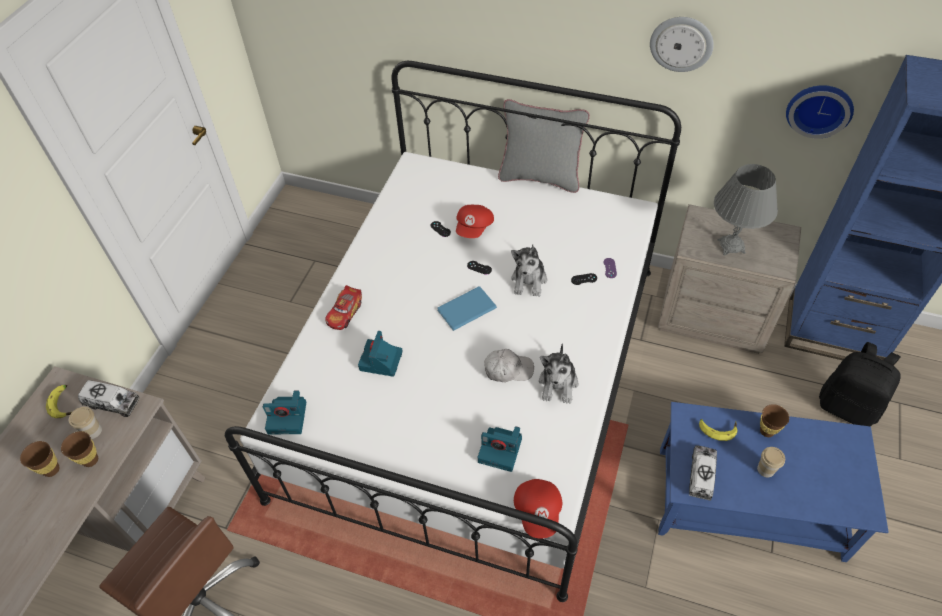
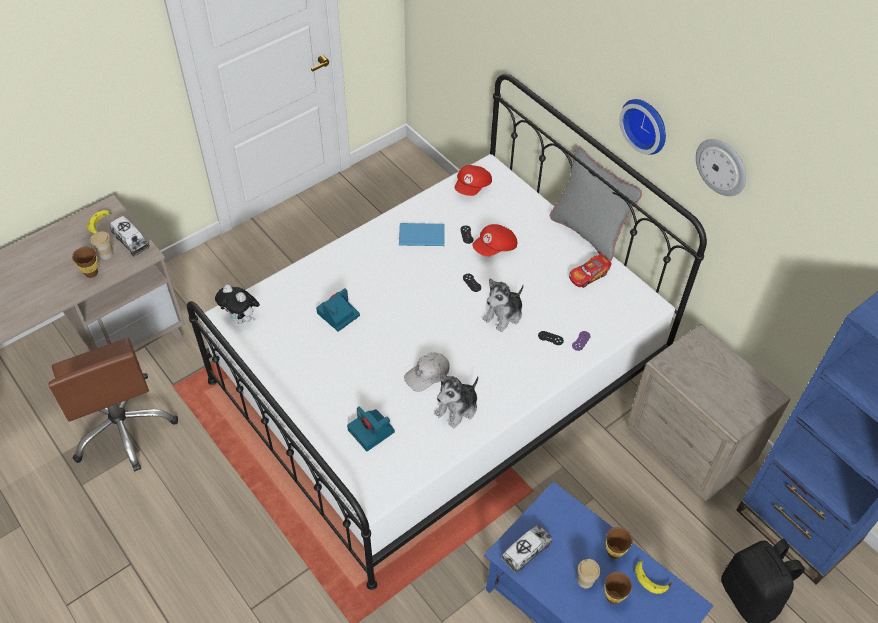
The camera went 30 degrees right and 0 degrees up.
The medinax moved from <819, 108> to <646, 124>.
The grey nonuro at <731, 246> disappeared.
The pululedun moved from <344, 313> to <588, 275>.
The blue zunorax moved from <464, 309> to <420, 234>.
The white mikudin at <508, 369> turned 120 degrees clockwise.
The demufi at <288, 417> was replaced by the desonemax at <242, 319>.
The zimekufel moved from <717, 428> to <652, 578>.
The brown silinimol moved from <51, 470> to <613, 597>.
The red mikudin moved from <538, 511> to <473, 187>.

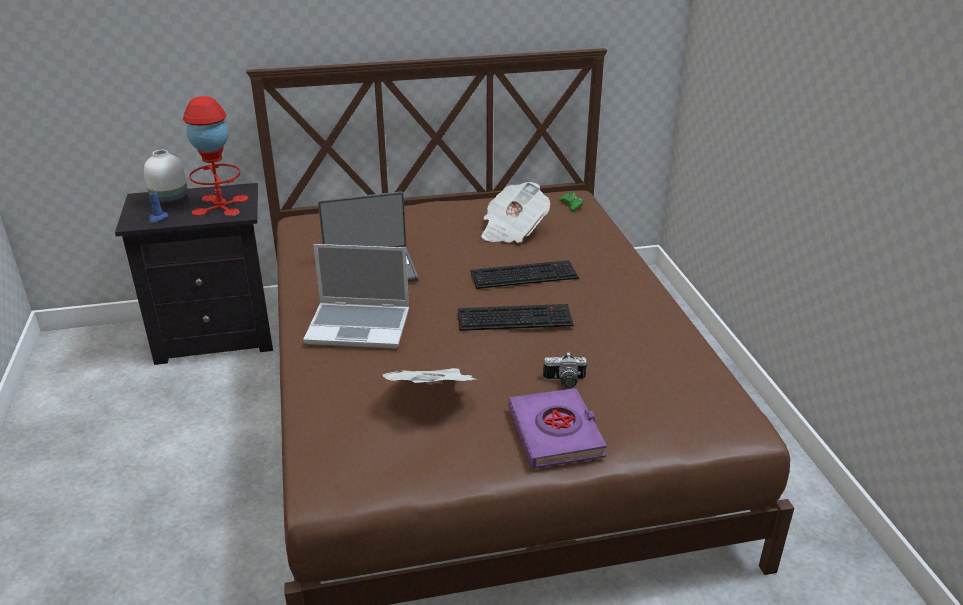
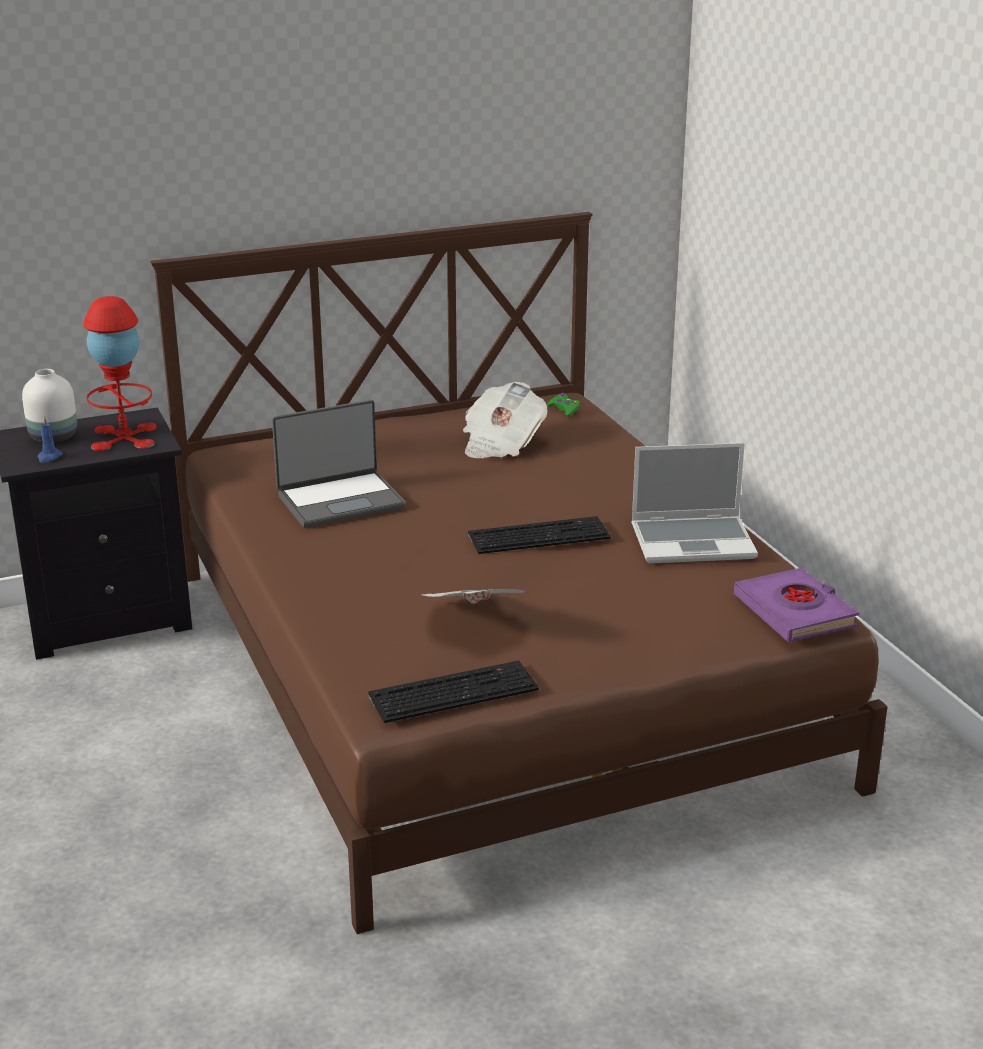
The camera went 10 degrees left and 5 degrees down.
The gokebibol moved from <360, 326> to <694, 541>.
The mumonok moved from <524, 274> to <454, 691>.
The demufi at <564, 382> disappeared.
The purple zunorax moved from <556, 433> to <795, 612>.

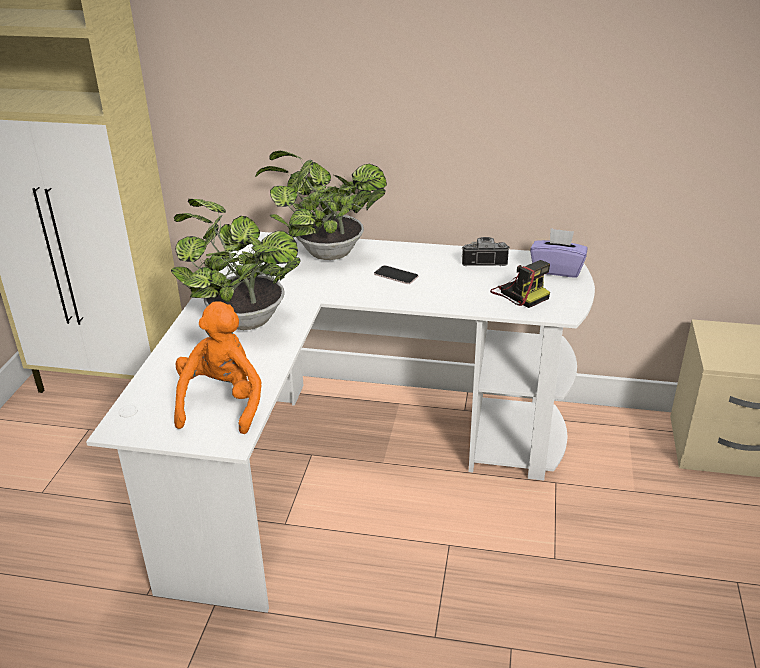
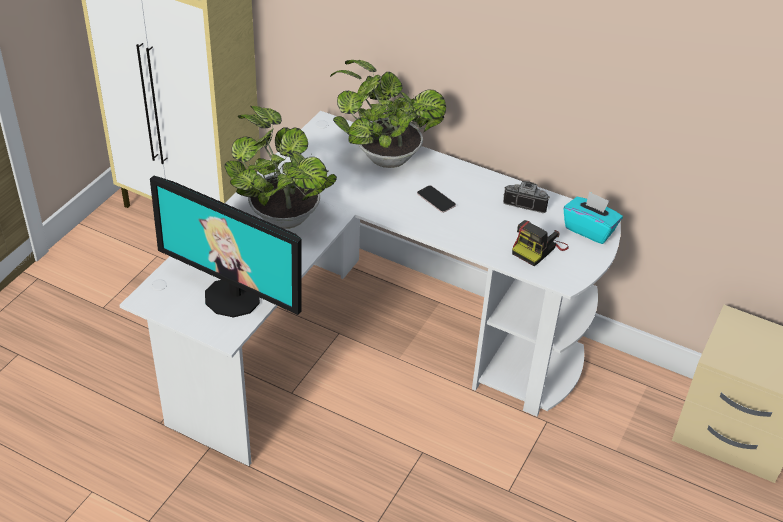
The camera went 15 degrees right and 10 degrees up.
The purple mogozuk at <557, 269> became the turquoise mogozuk at <589, 229>.
The demufi at <519, 293> turned 60 degrees clockwise.
The orange desonemax at <222, 403> was replaced by the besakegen at <233, 297>.

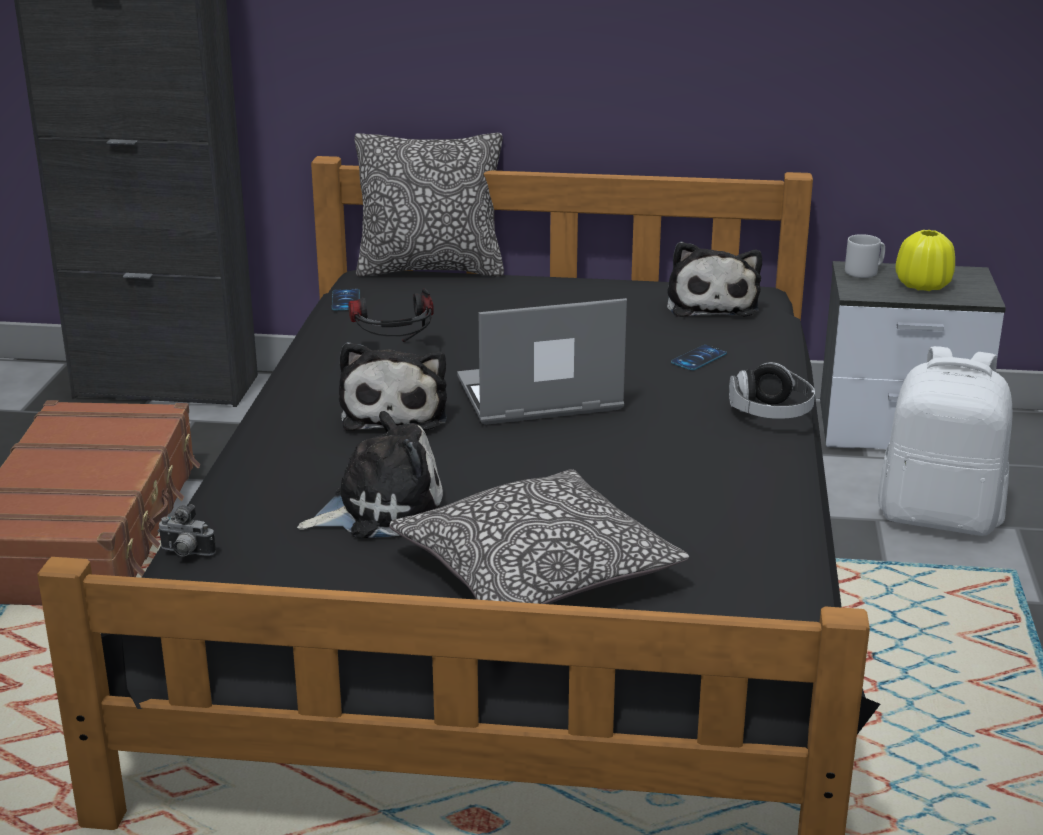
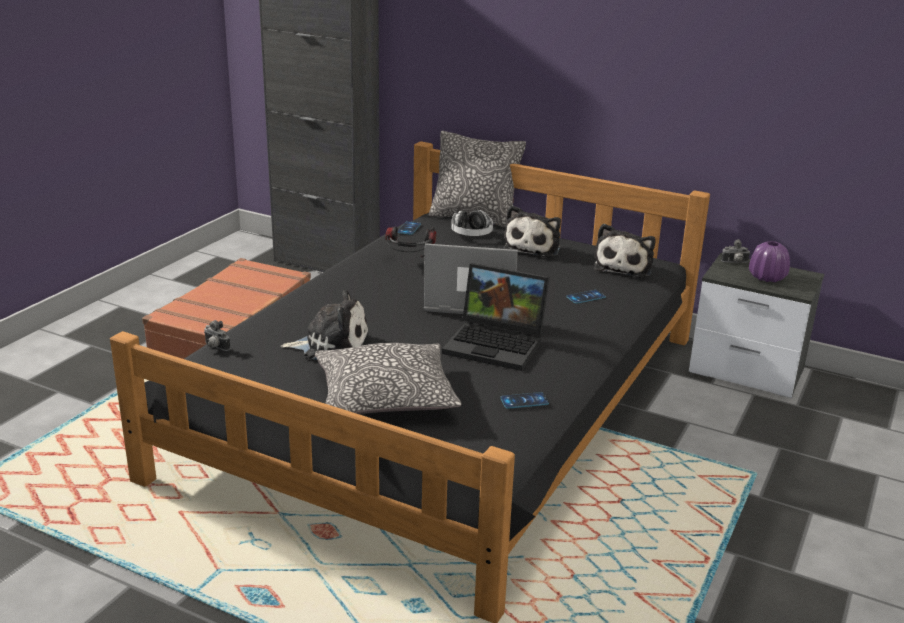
The camera went 20 degrees right and 0 degrees up.
The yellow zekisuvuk at <922, 285> became the purple zekisuvuk at <767, 277>.
The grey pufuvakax at <864, 272> was replaced by the demufi at <735, 263>.
The desonemax moved from <395, 412> to <533, 247>.
The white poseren at <940, 516> disappeared.
The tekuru moved from <770, 413> to <471, 235>.
The gokebibol at <497, 344> appeared.
The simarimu at <524, 401> appeared.

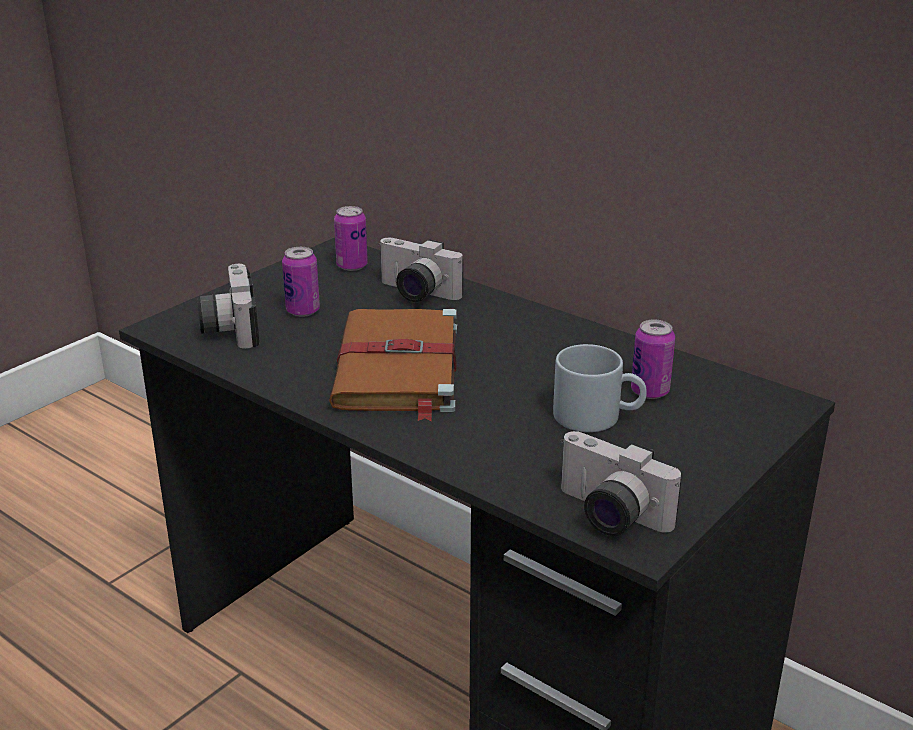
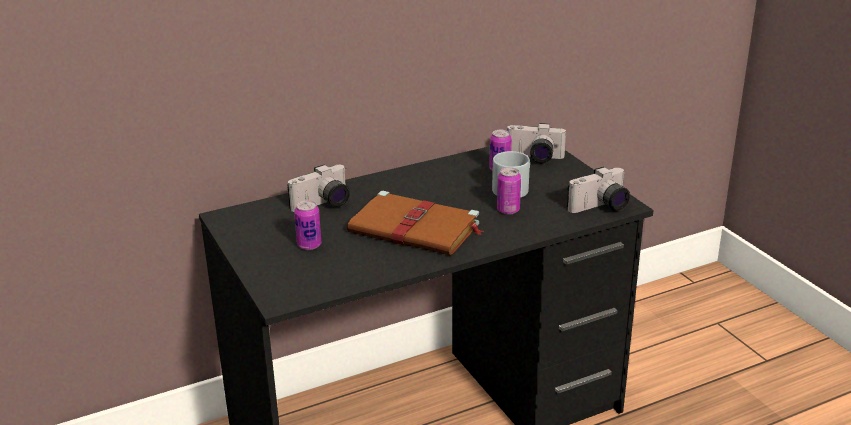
The camera went 65 degrees left and 0 degrees up.
The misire moved from <352, 266> to <508, 210>.
The demufi moved from <229, 327> to <534, 158>.

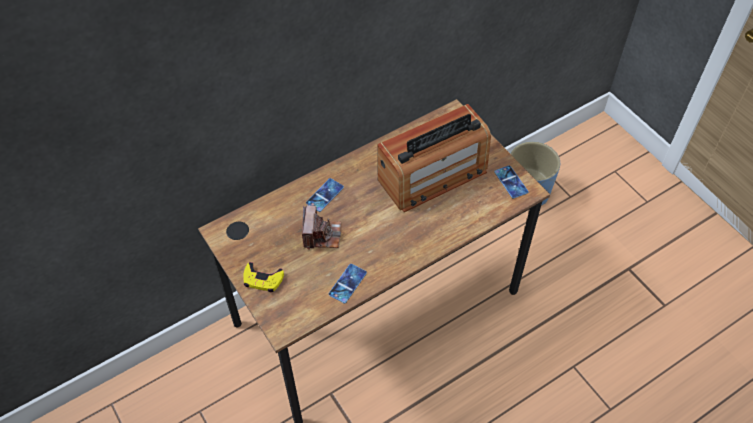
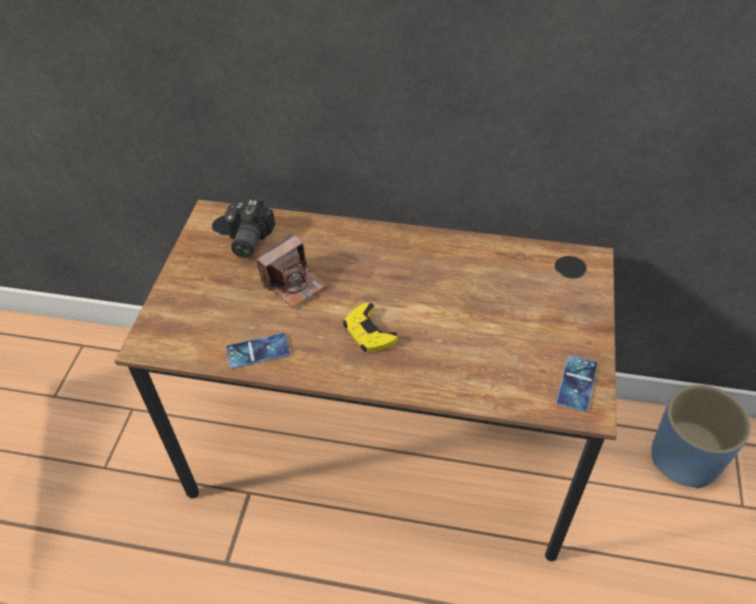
The camera went 45 degrees right and 5 degrees down.
The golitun at <432, 175> disappeared.
The simarimu at <325, 195> disappeared.
The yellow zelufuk moved from <262, 279> to <369, 332>.
The demufi at <246, 240> appeared.

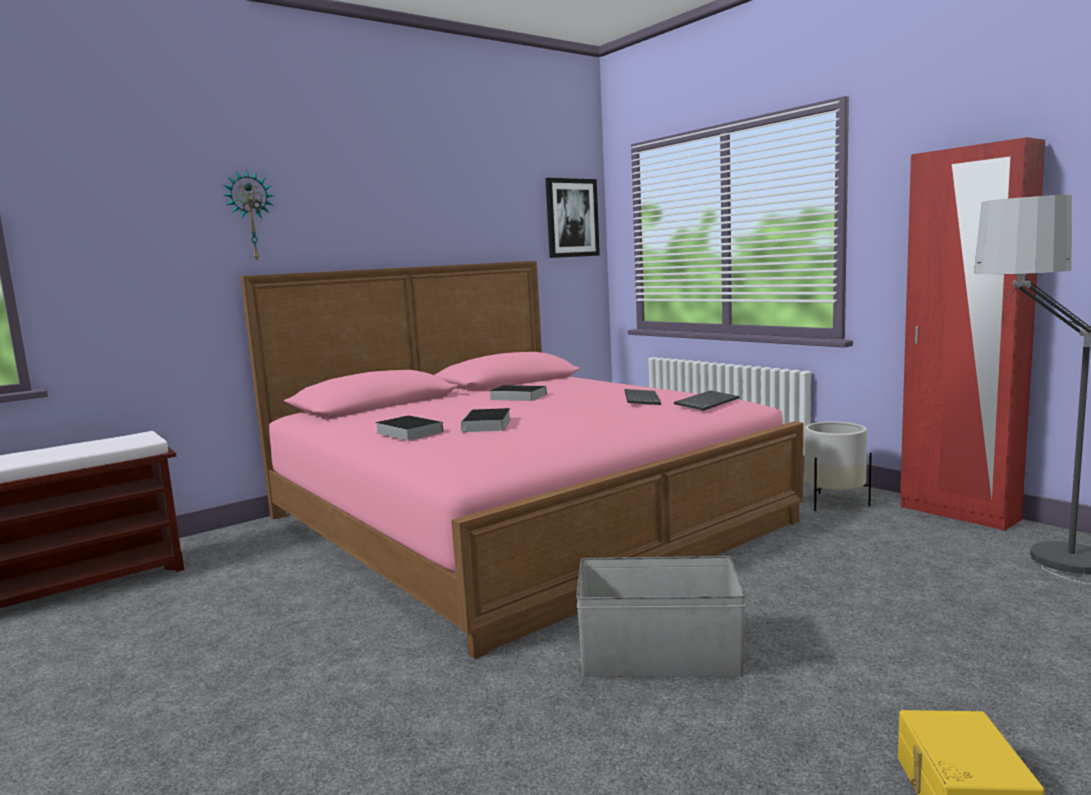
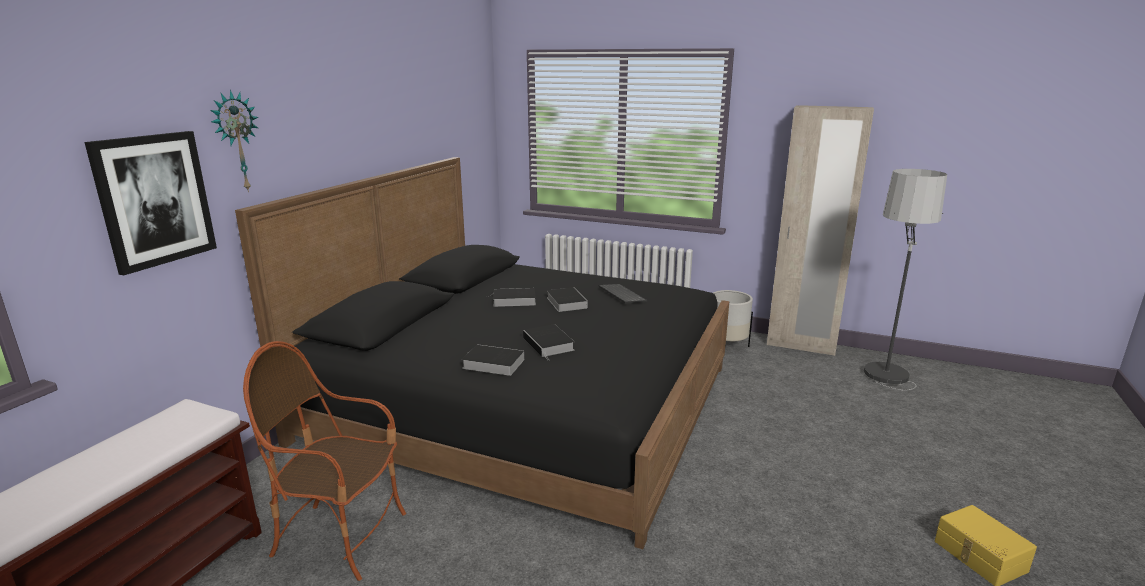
The camera went 30 degrees left and 10 degrees up.
The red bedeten at <958, 513> became the beige bedeten at <801, 345>.
The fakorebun moved from <572, 218> to <154, 200>.
The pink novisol at <518, 518> became the black novisol at <525, 402>.
The mumonok at <706, 402> disappeared.
The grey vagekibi at <660, 657> disappeared.
The zunorax at <566, 302> appeared.
The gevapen at <341, 537> appeared.

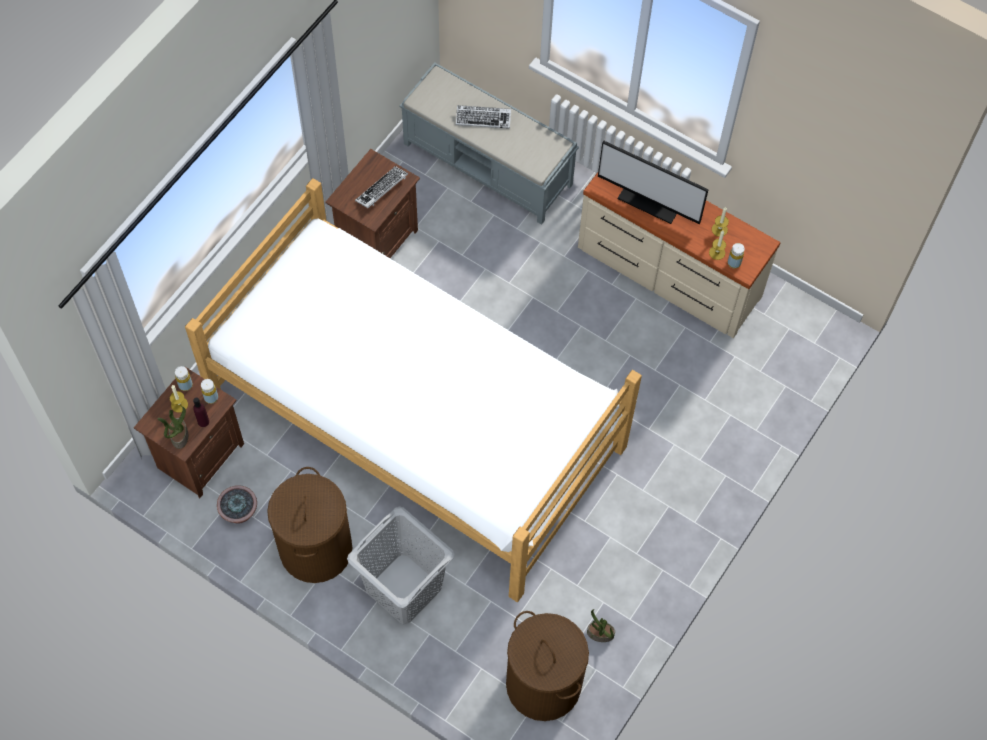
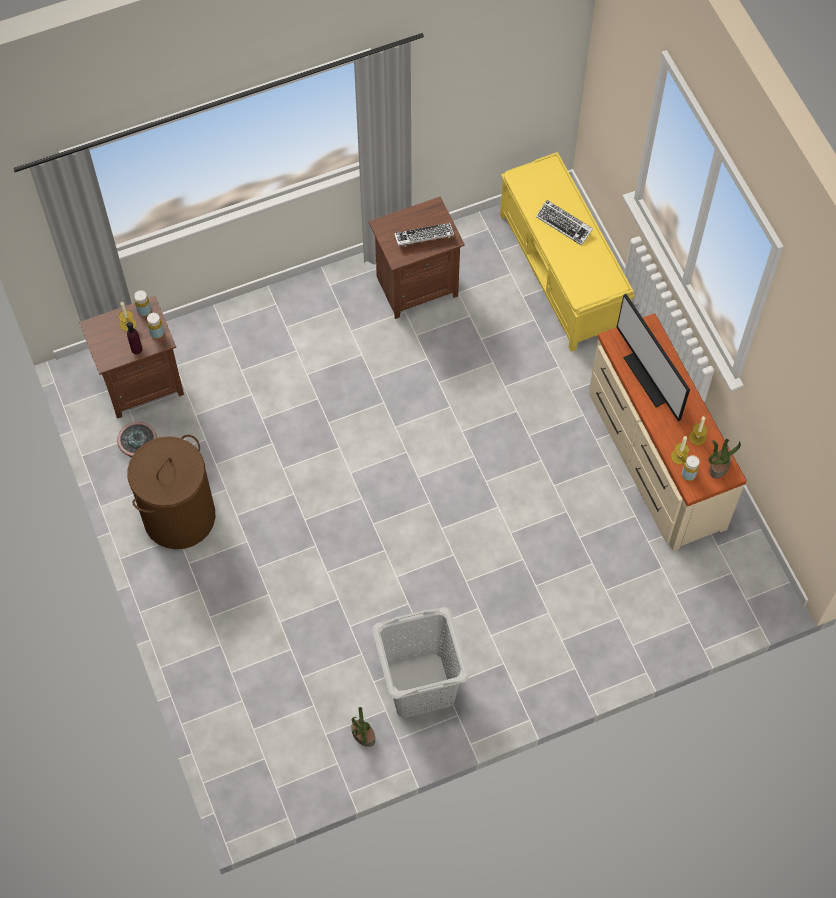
The camera went 35 degrees right and 0 degrees up.
The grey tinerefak at <489, 164> became the yellow tinerefak at <562, 273>.
The novisol at <416, 423> disappeared.
The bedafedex moved from <179, 435> to <719, 466>.
The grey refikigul moved from <404, 589> to <419, 685>.
The brown refikigul at <543, 684> disappeared.

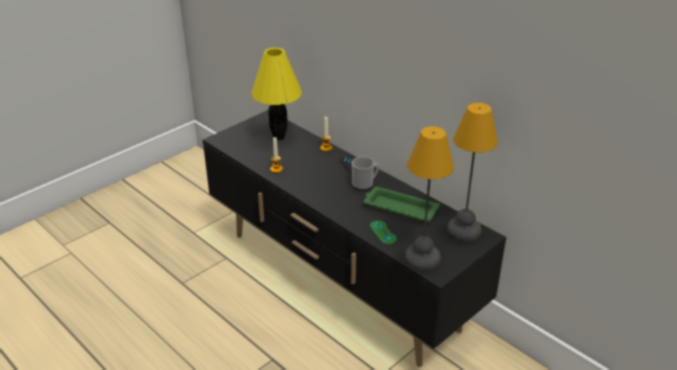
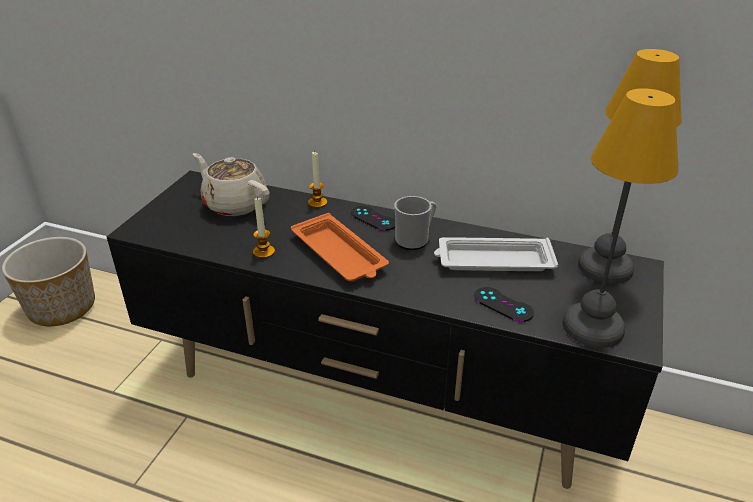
The camera went 25 degrees left and 0 degrees up.
The yellow nonuro at <279, 137> was replaced by the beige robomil at <234, 204>.
The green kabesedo at <399, 208> became the white kabesedo at <492, 261>.
The green zelufuk at <383, 232> became the black zelufuk at <503, 304>.
The orange kabesedo at <339, 255> appeared.
The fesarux at <62, 307> appeared.

